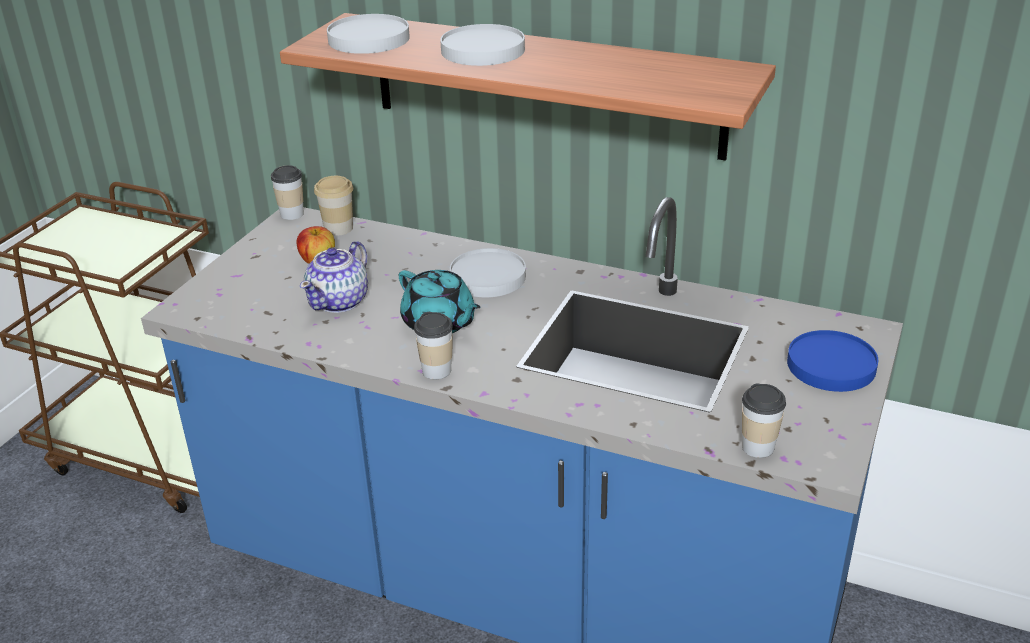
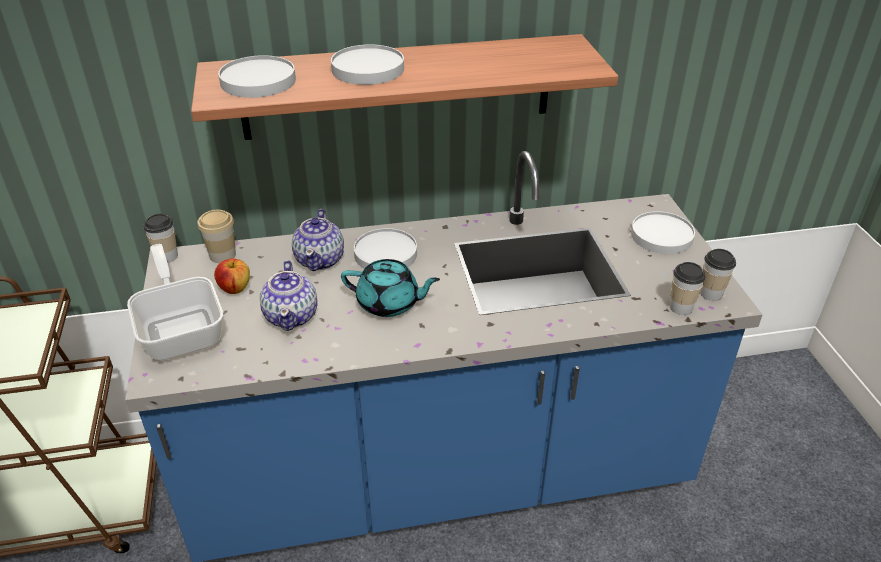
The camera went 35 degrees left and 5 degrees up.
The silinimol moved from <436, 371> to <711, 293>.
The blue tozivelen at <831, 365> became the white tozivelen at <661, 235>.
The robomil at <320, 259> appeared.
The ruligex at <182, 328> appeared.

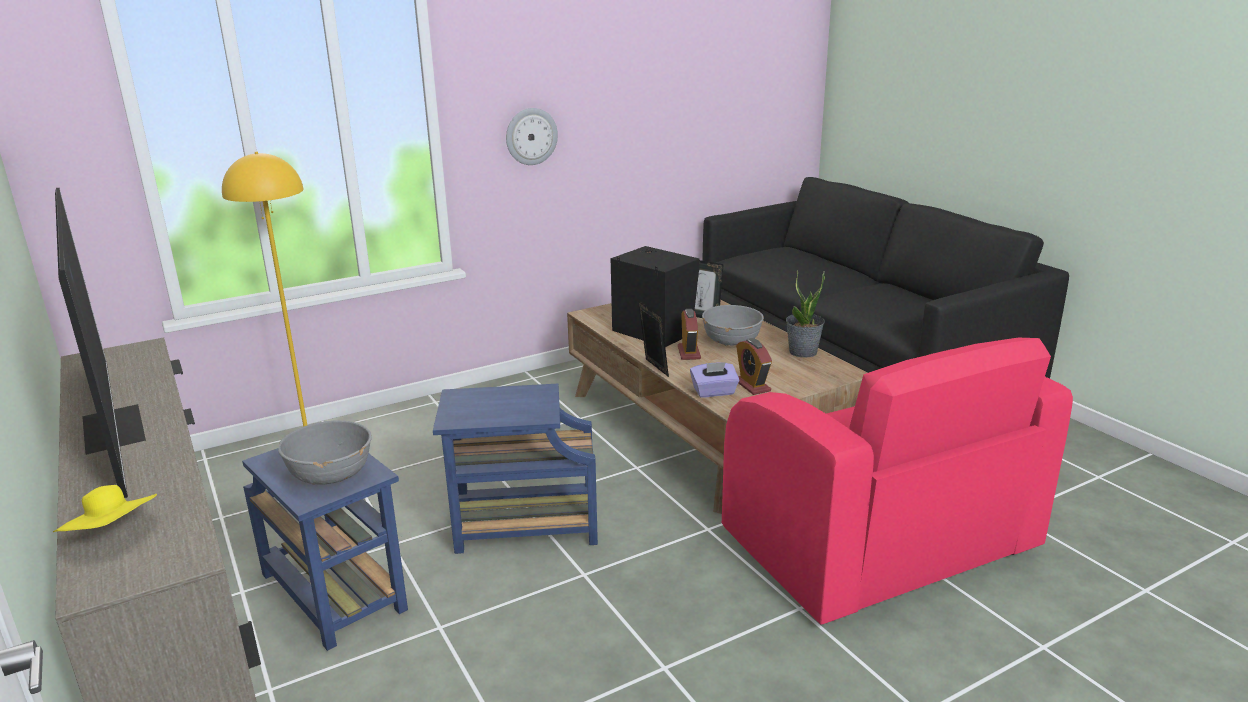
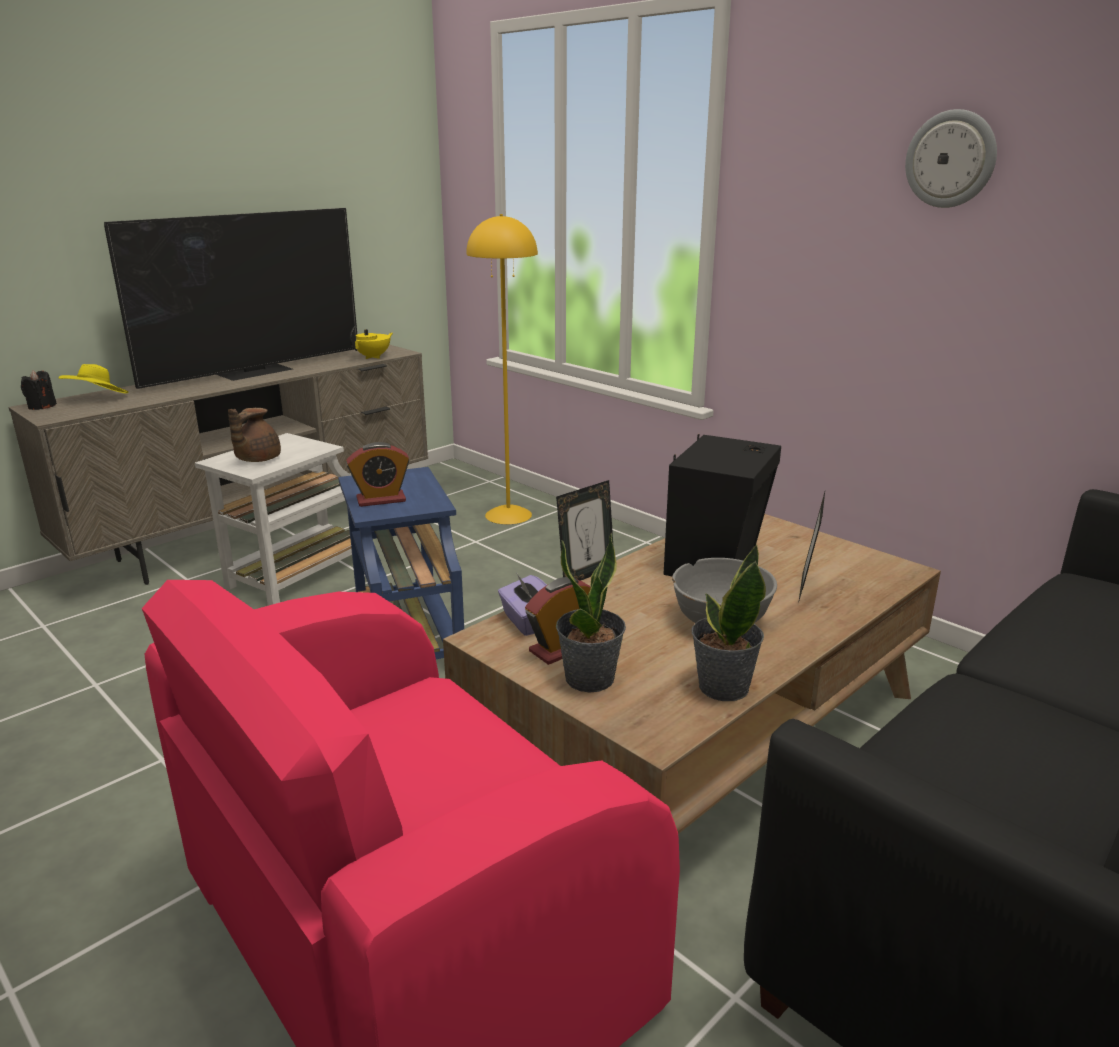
The camera went 75 degrees right and 0 degrees up.
The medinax moved from <531, 136> to <951, 159>.
The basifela moved from <689, 352> to <381, 500>.
The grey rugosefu at <331, 475> was replaced by the brown robomil at <256, 459>.
The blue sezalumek at <335, 595> became the white sezalumek at <297, 574>.
The yellow robomil at <373, 357> appeared.
The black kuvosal at <42, 406> appeared.
The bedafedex at <590, 679> appeared.

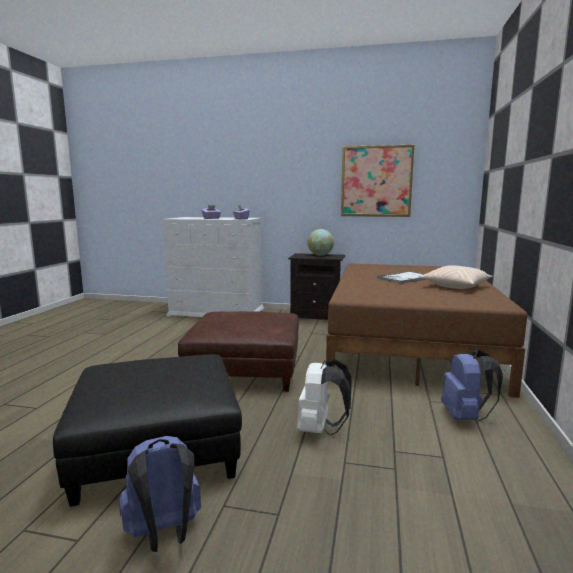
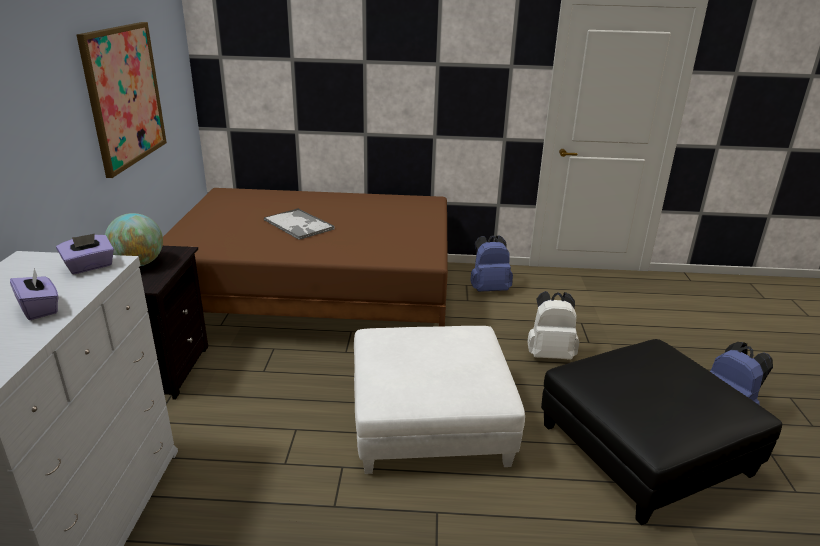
The camera went 100 degrees left and 15 degrees up.
The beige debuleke at <456, 286> disappeared.
The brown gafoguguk at <245, 369> became the white gafoguguk at <430, 419>.

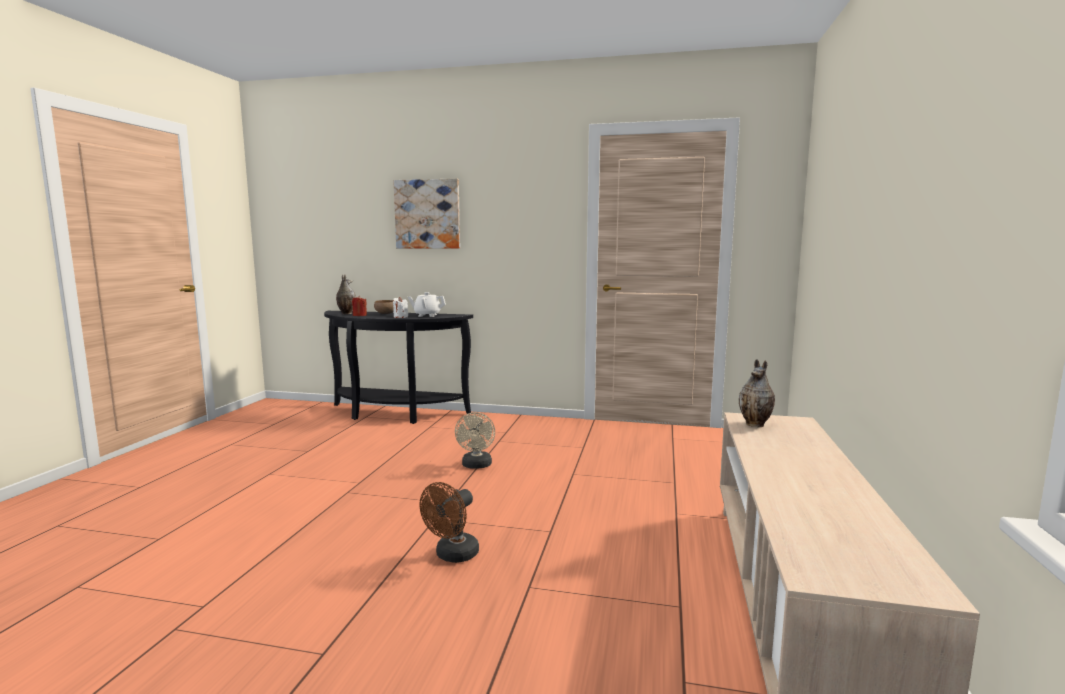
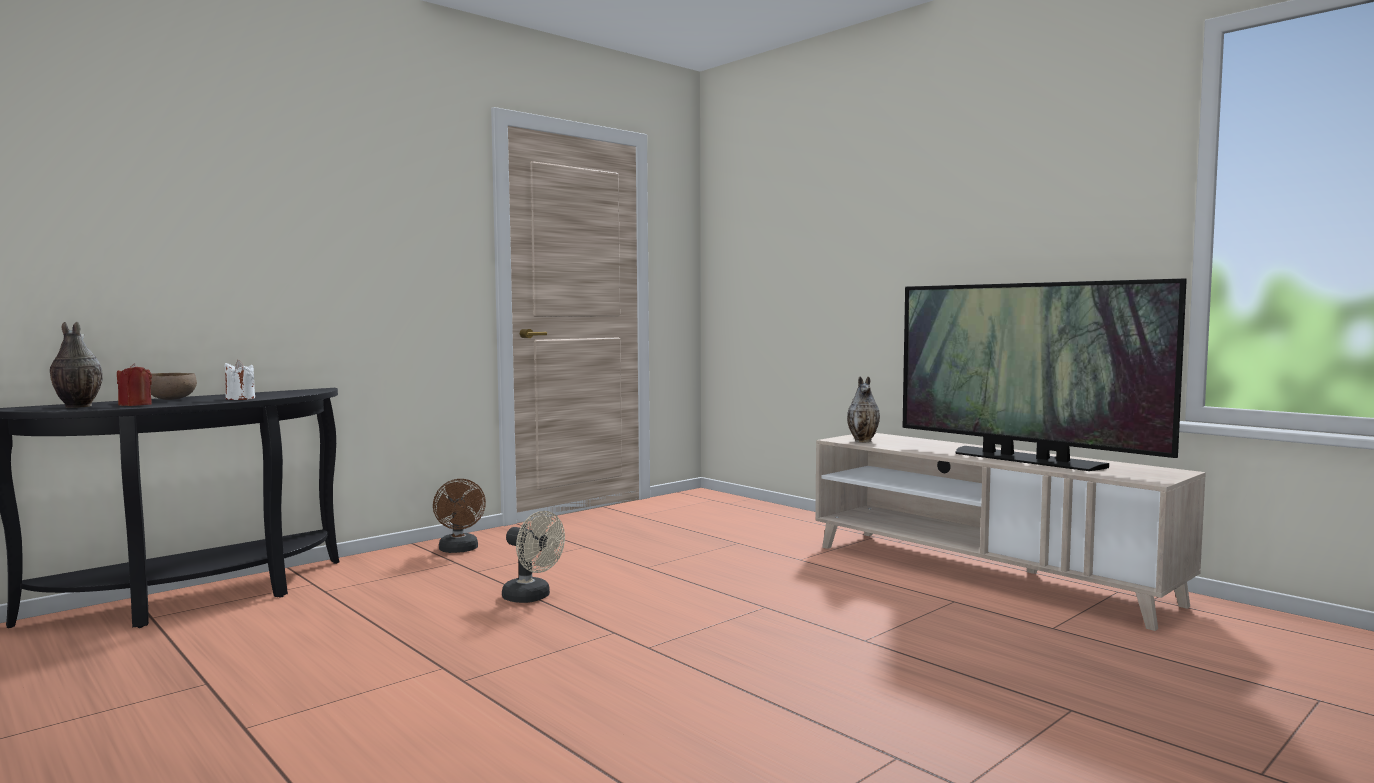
The camera went 55 degrees left and 5 degrees down.
The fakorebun at <427, 214> disappeared.
The white robomil at <427, 315> disappeared.
The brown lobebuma moved from <452, 556> to <459, 550>.
The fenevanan at <1025, 460> appeared.

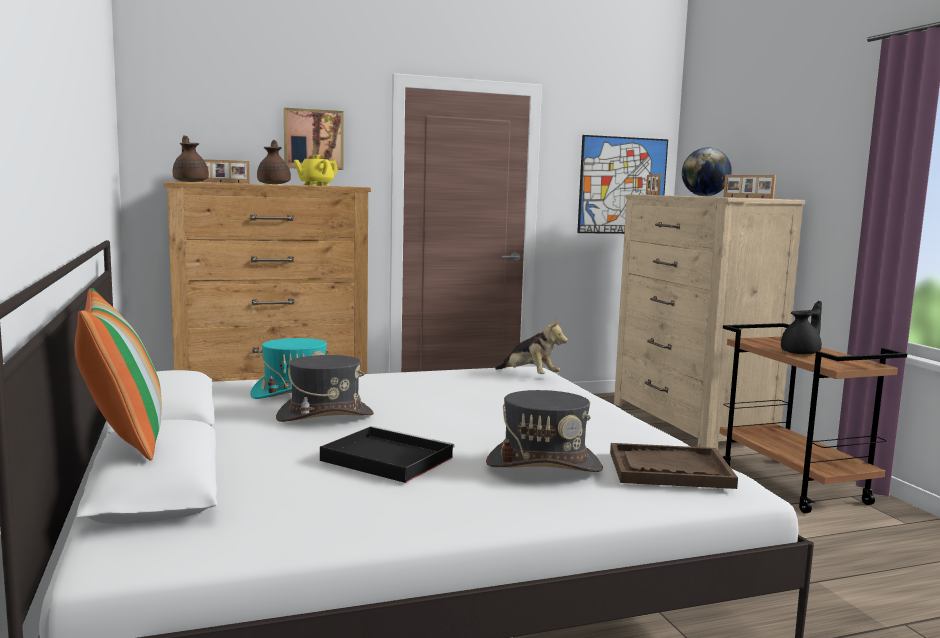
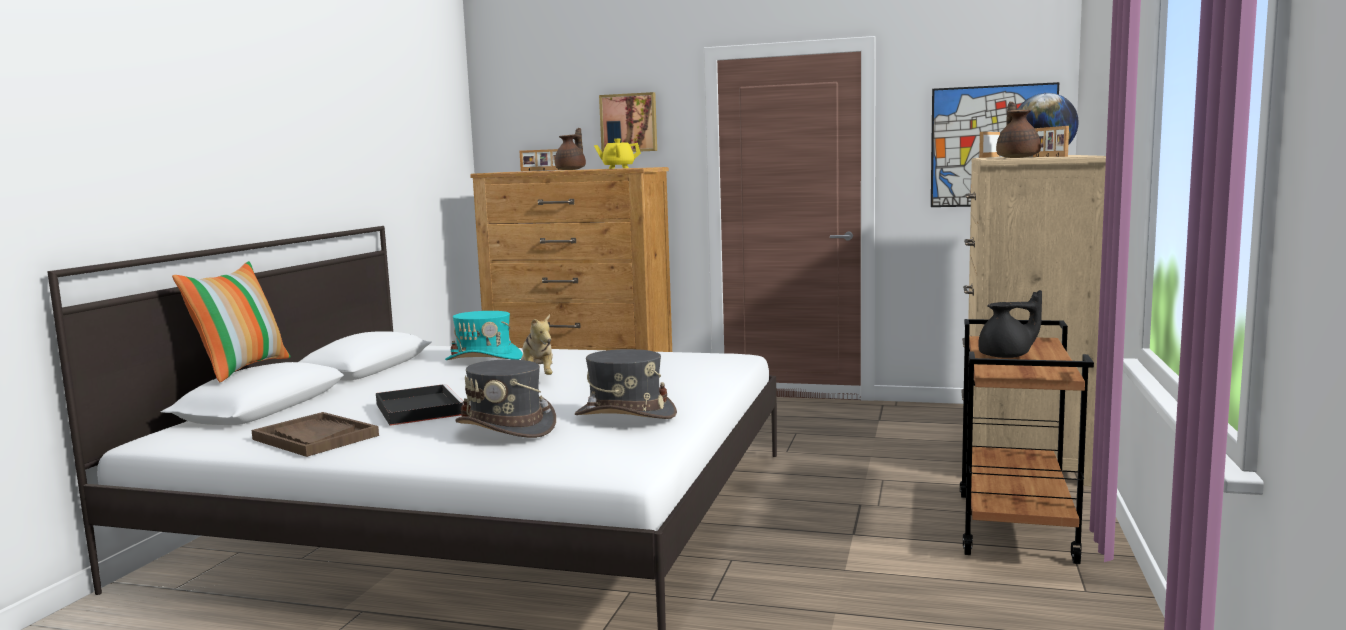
The camera went 35 degrees right and 0 degrees up.
The brown robomil moved from <191, 181> to <1017, 157>.
The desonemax moved from <529, 376> to <537, 377>.
The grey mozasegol moved from <325, 416> to <625, 414>.
The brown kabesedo moved from <669, 469> to <315, 437>.

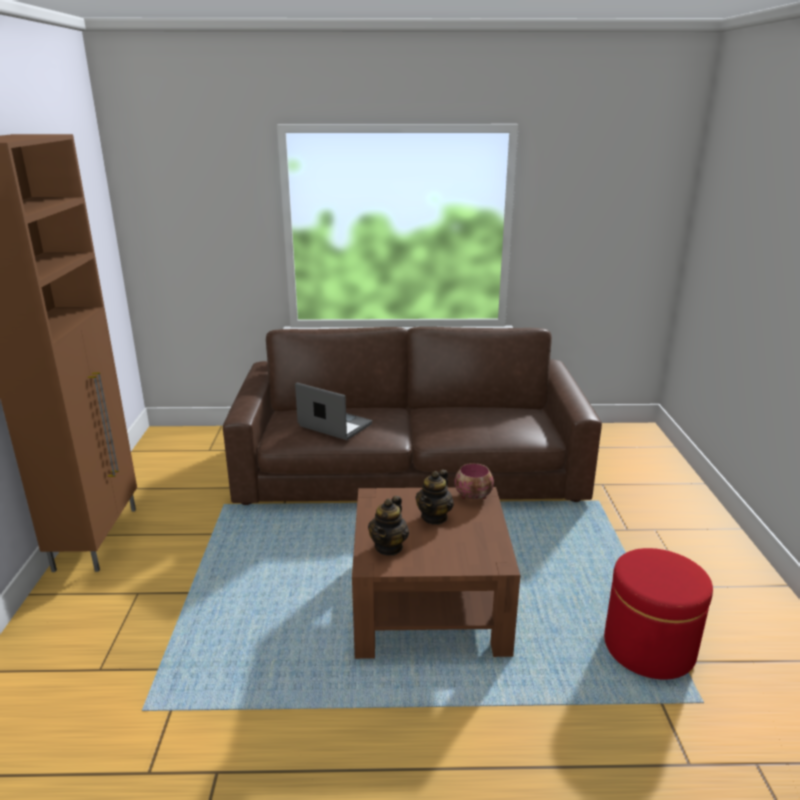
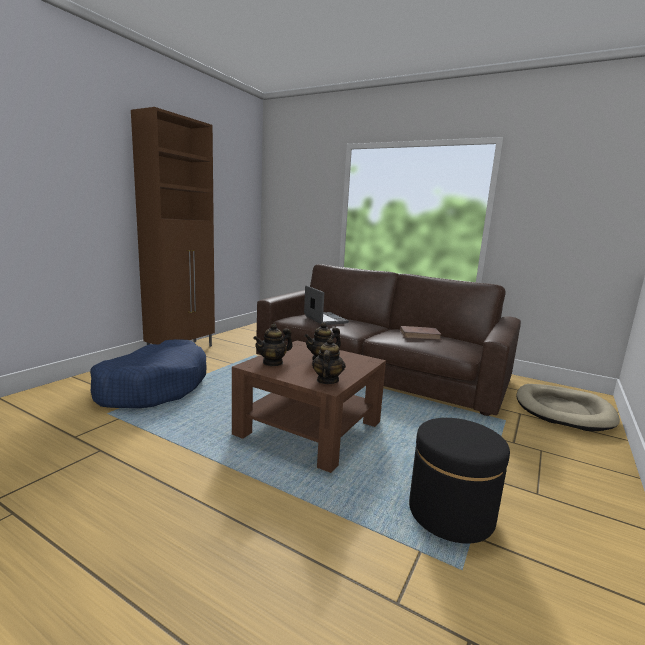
The camera went 30 degrees right and 10 degrees down.
The rugosefu at <474, 496> disappeared.
The red gafoguguk at <649, 647> became the black gafoguguk at <450, 513>.
The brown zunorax at <420, 335> appeared.
The robomil at <327, 380> appeared.
The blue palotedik at <153, 387> appeared.
The beige palotedik at <563, 410> appeared.

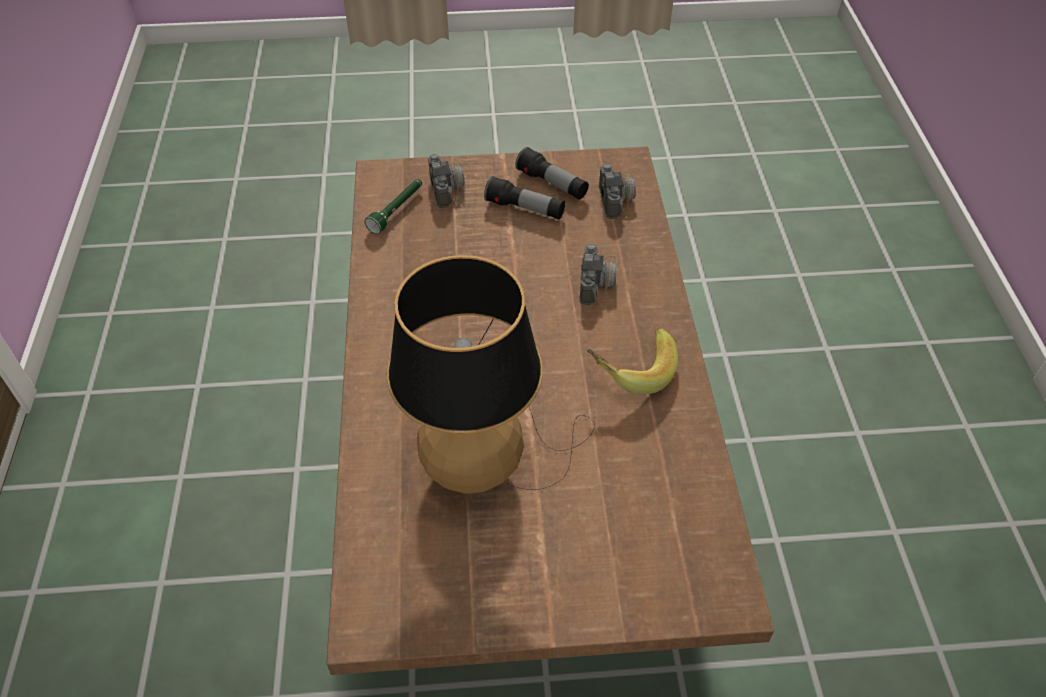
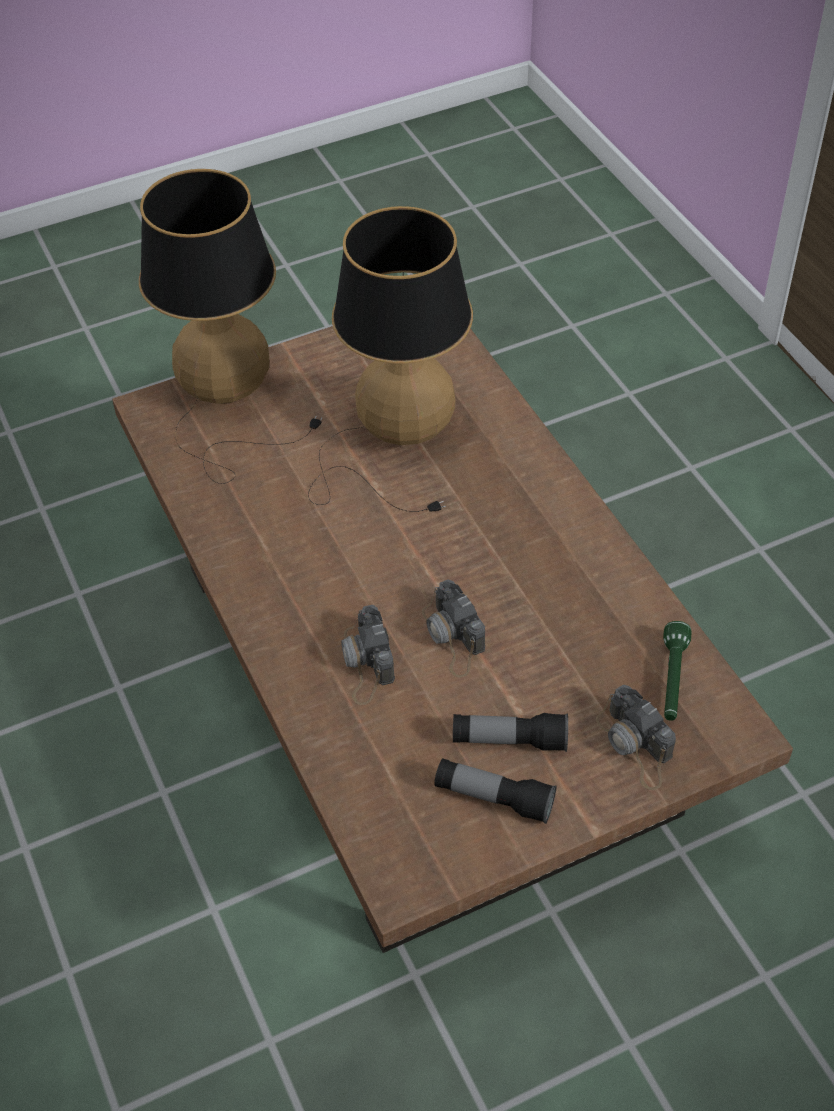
The camera went 160 degrees right and 0 degrees up.
The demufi moved from <617, 196> to <453, 637>.
The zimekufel at <630, 370> disappeared.
The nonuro at <228, 403> appeared.

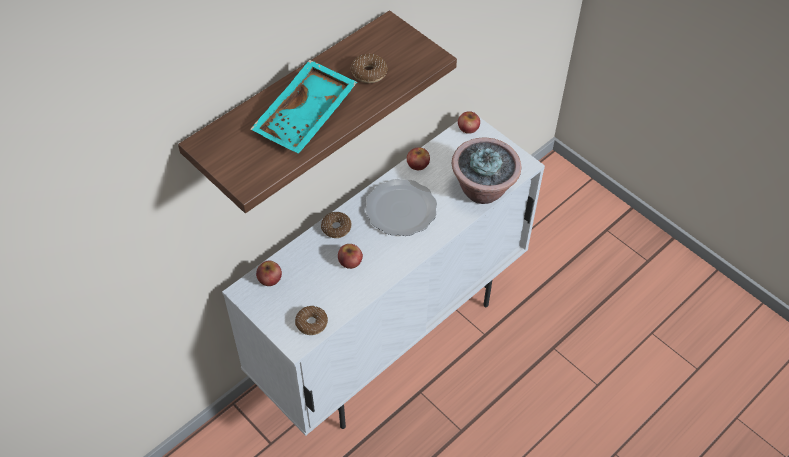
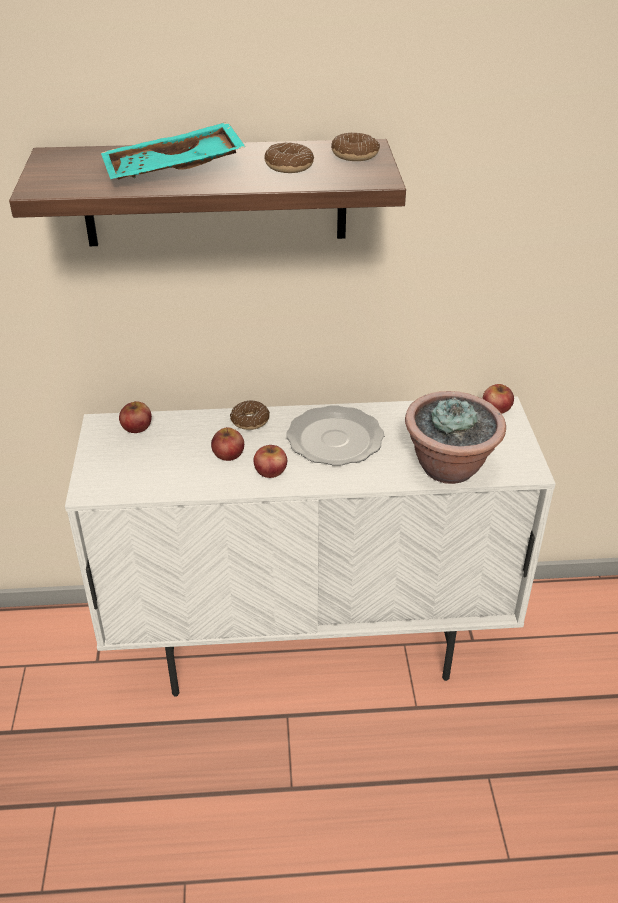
The camera went 40 degrees right and 15 degrees down.
The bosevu moved from <418, 164> to <270, 470>.
The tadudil moved from <311, 323> to <355, 155>.

